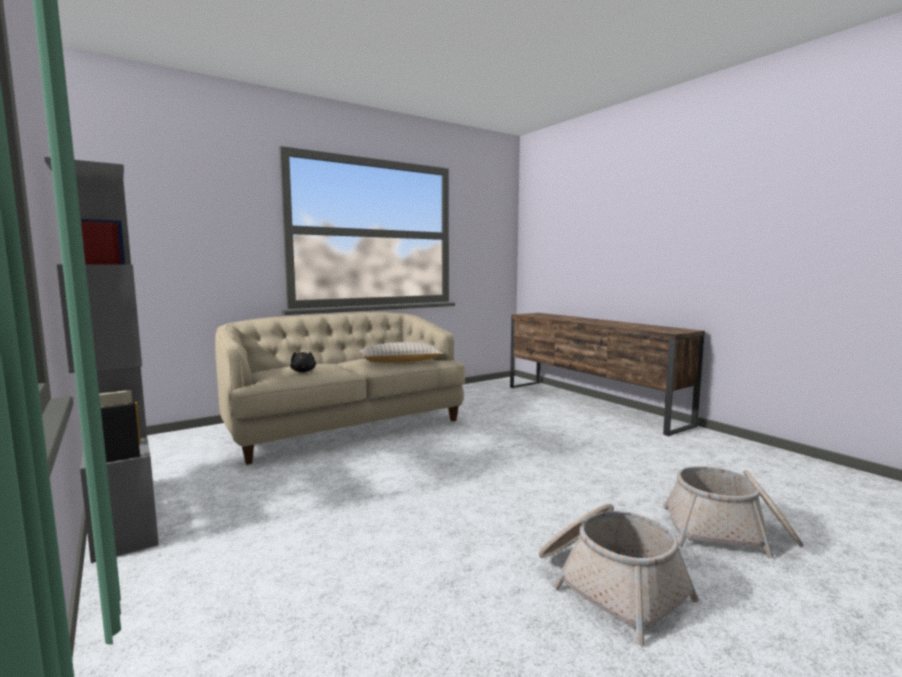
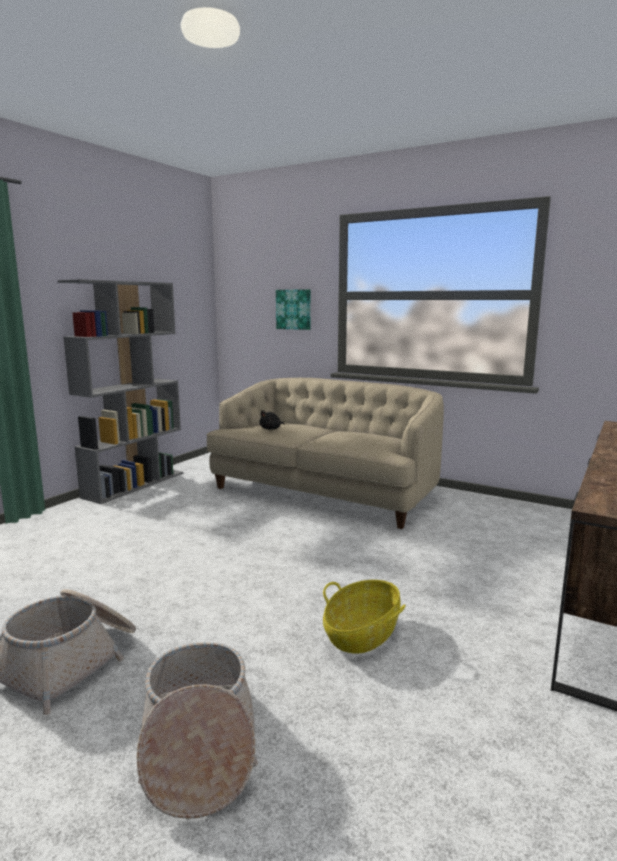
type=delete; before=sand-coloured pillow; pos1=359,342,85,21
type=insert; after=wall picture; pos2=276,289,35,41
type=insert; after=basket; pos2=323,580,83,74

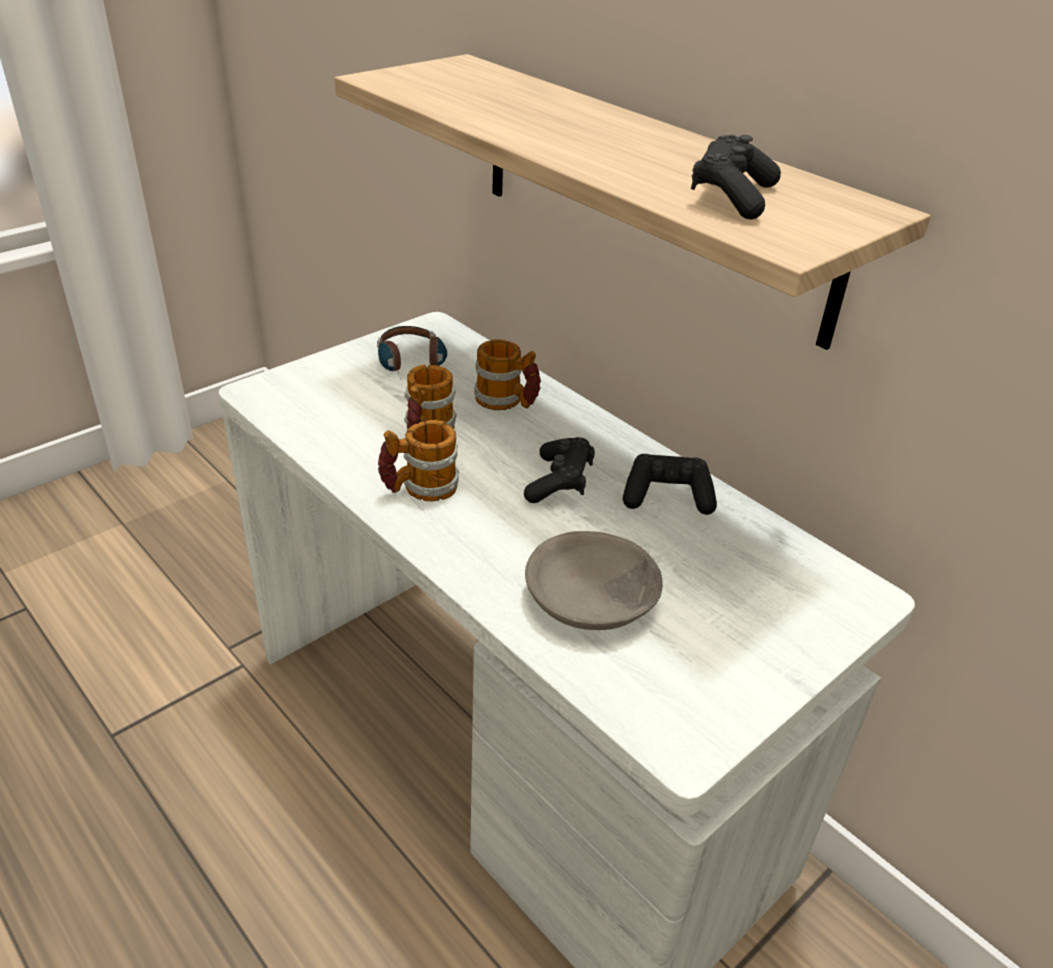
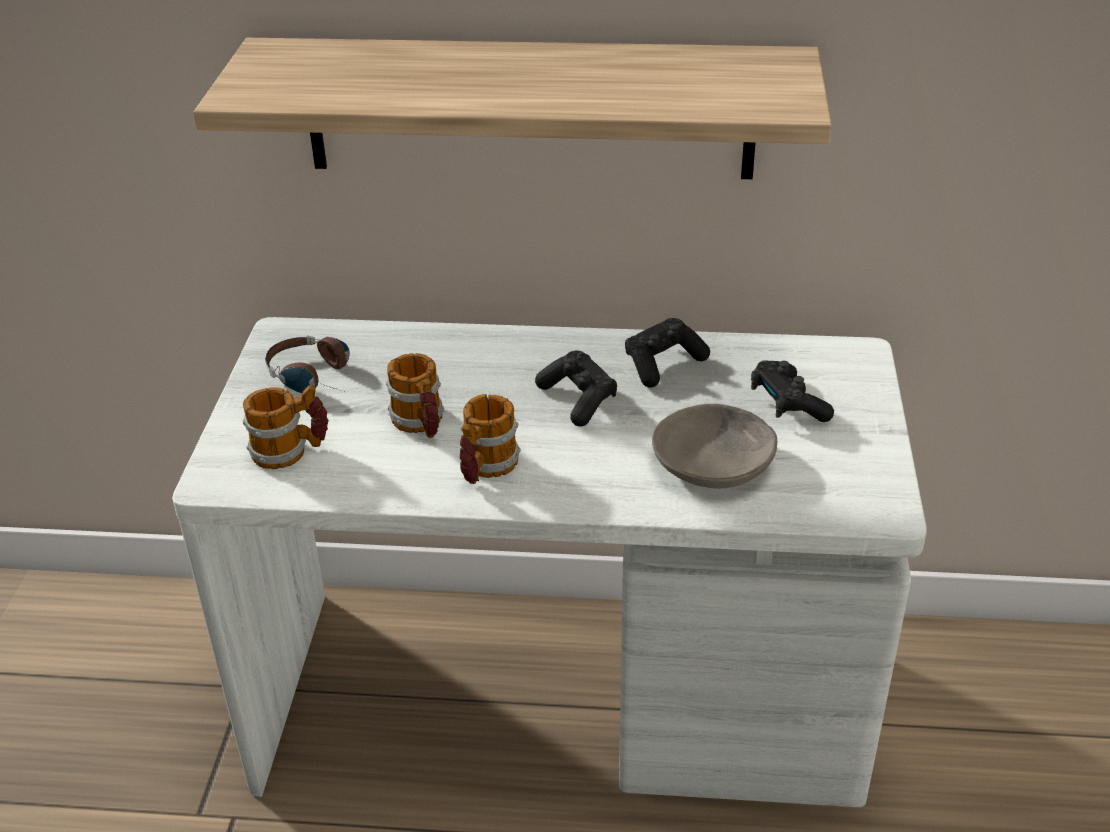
type=move; before=coffee mug; pos1=474,339,67,71; pos2=243,385,86,84
type=move; before=black-coloured joypad; pos1=691,135,90,85; pos2=751,360,83,62

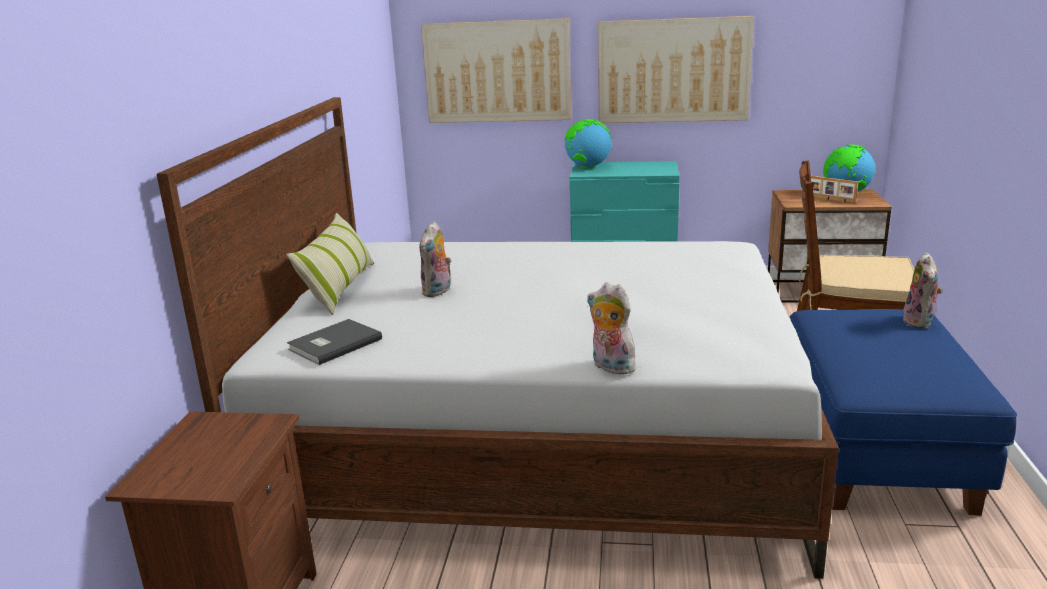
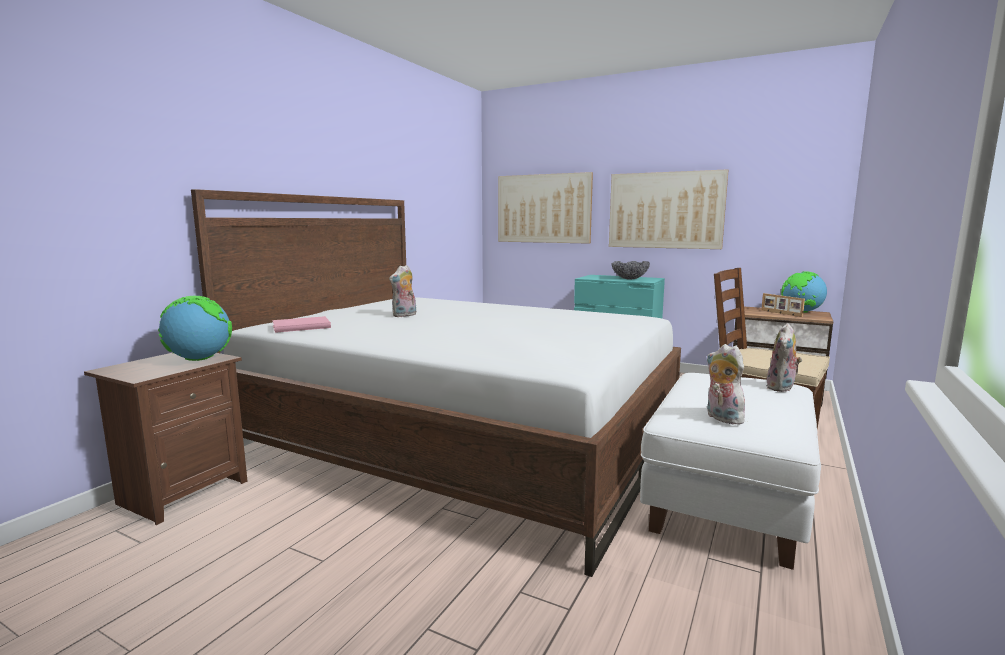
type=delete; before=pillow; pos1=286,212,88,103
type=insert; after=deep dish; pos2=611,261,39,19
type=move; before=globe; pos1=565,119,46,49; pos2=158,296,74,65
type=move; before=cuddly toy; pos1=587,282,49,93; pos2=707,344,38,80
type=recolor; before=greyish volume; after=pinkish volume; pos1=287,319,95,46; pos2=272,316,59,17
type=recolor; before=blue footrest; after=white footrest; pos1=790,309,227,207; pos2=640,373,181,197

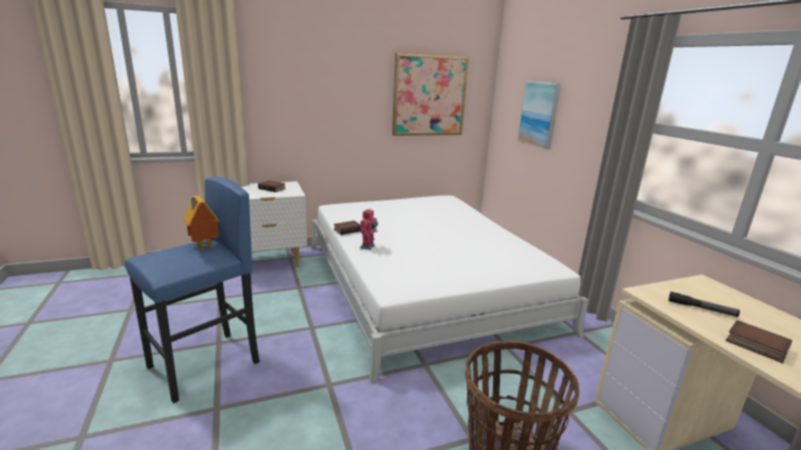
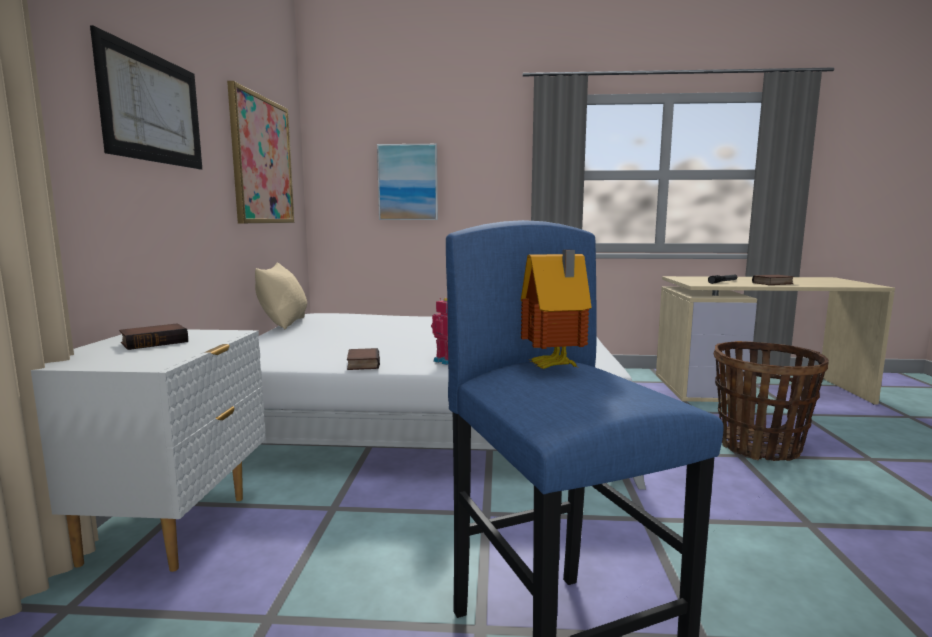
type=insert; after=wall picture; pos2=90,25,112,144
type=insert; after=sand-coloured pillow; pos2=255,262,52,67

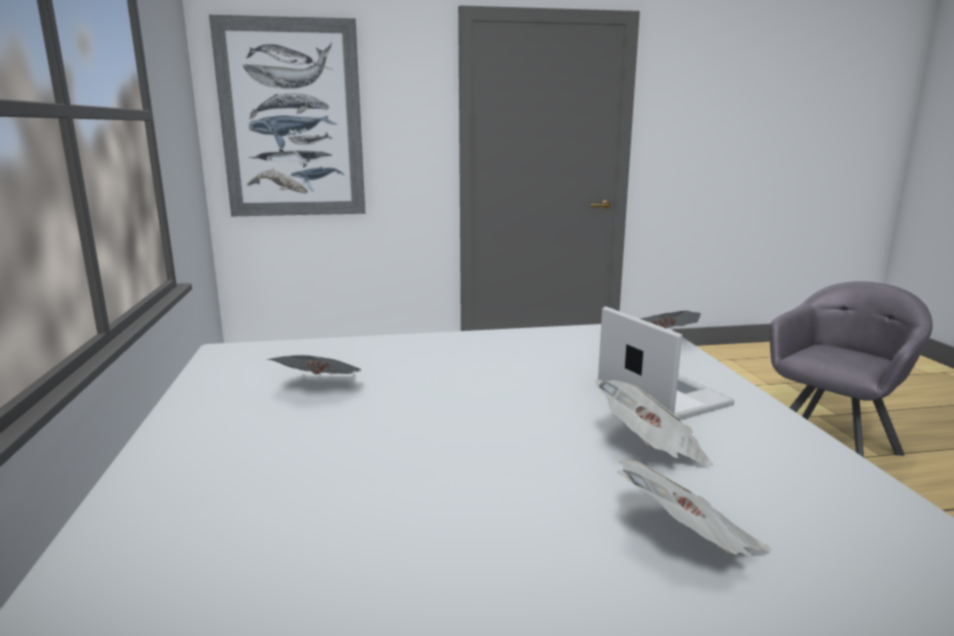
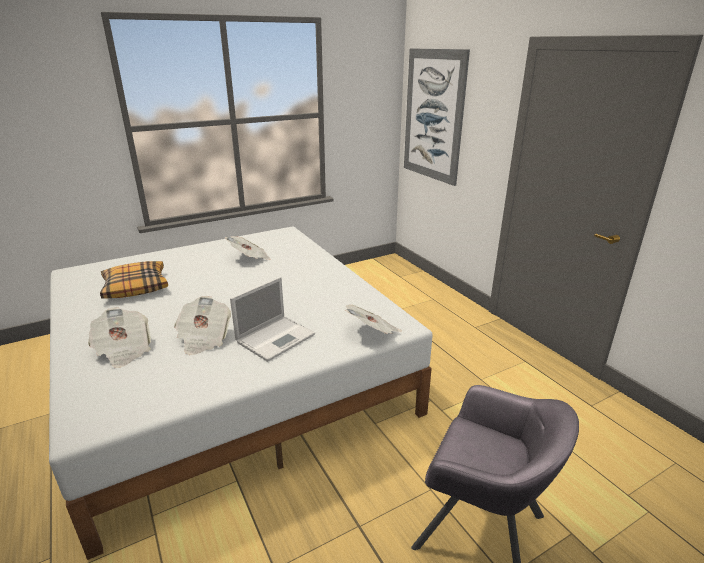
type=insert; after=pillow; pos2=100,261,68,38

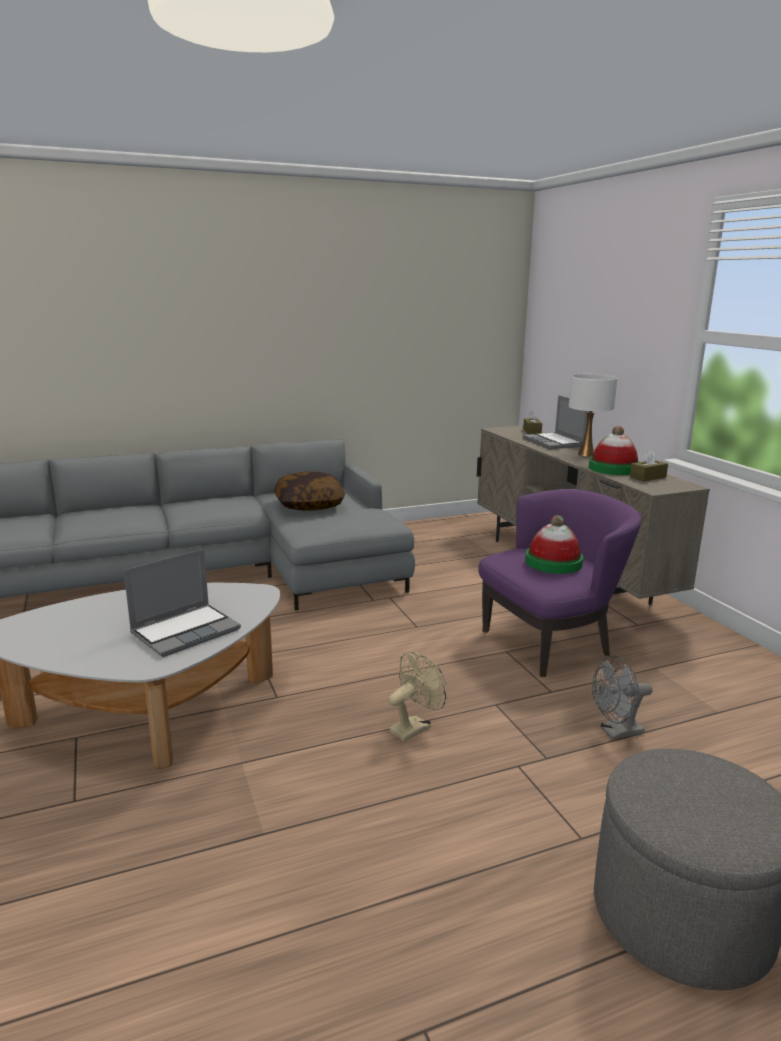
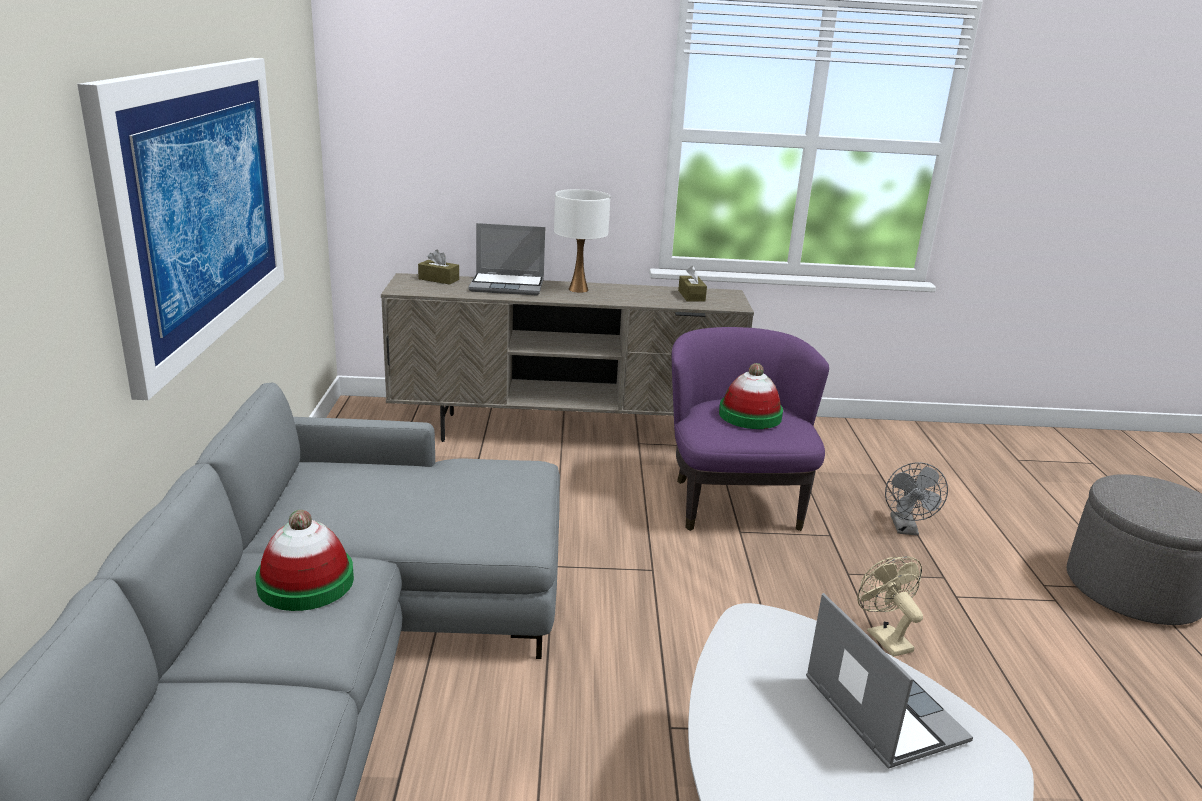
type=delete; before=pillow; pos1=274,471,71,40
type=insert; after=wall picture; pos2=77,58,207,342
type=move; before=clothing hat; pos1=589,426,50,49; pos2=255,510,99,101

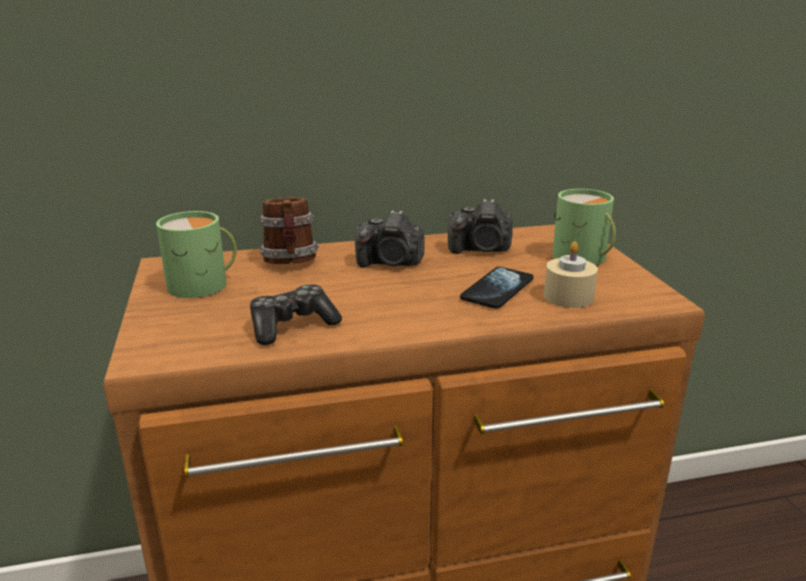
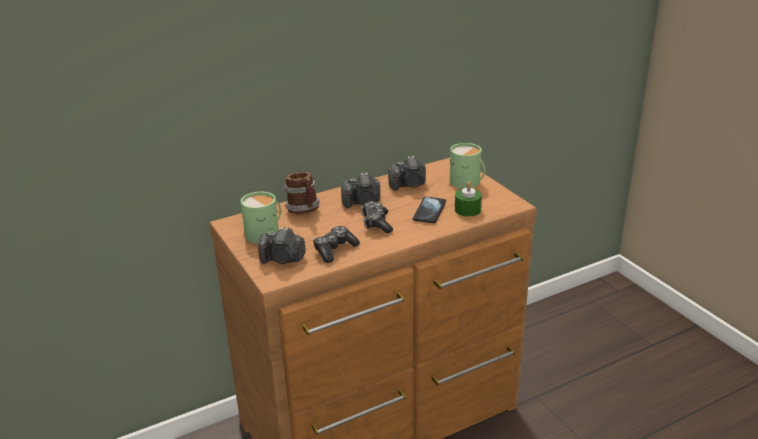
type=insert; after=photo camera; pos2=258,227,48,37
type=insert; after=joypad; pos2=361,201,32,32
type=recolor; before=sand-coloured candle; after=green-coloured candle; pos1=544,241,54,67; pos2=455,182,27,35

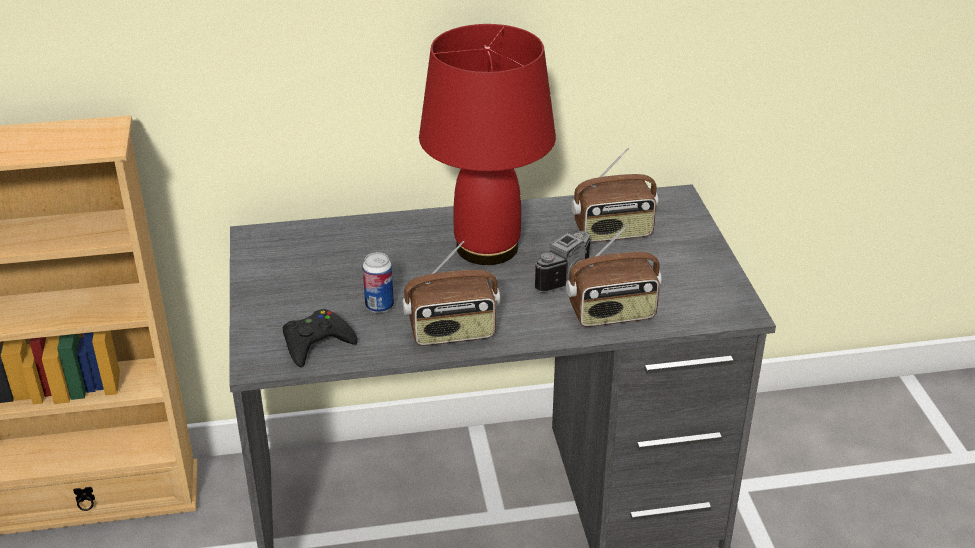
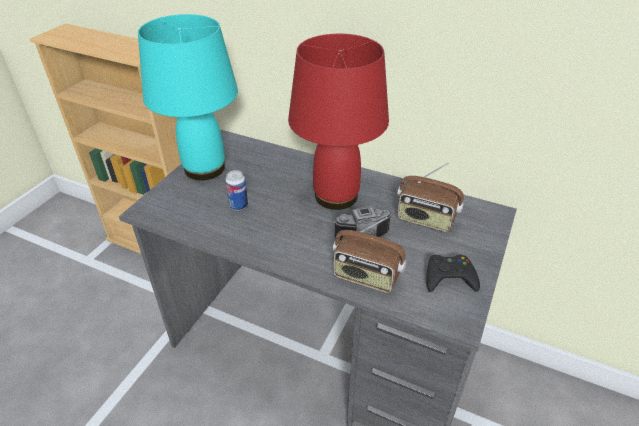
type=delete; before=radio set; pos1=402,241,98,105
type=insert; after=turquoise table lamp; pos2=138,14,100,166
type=move; before=black-coloured joypad; pos1=283,309,75,59; pos2=426,255,54,37

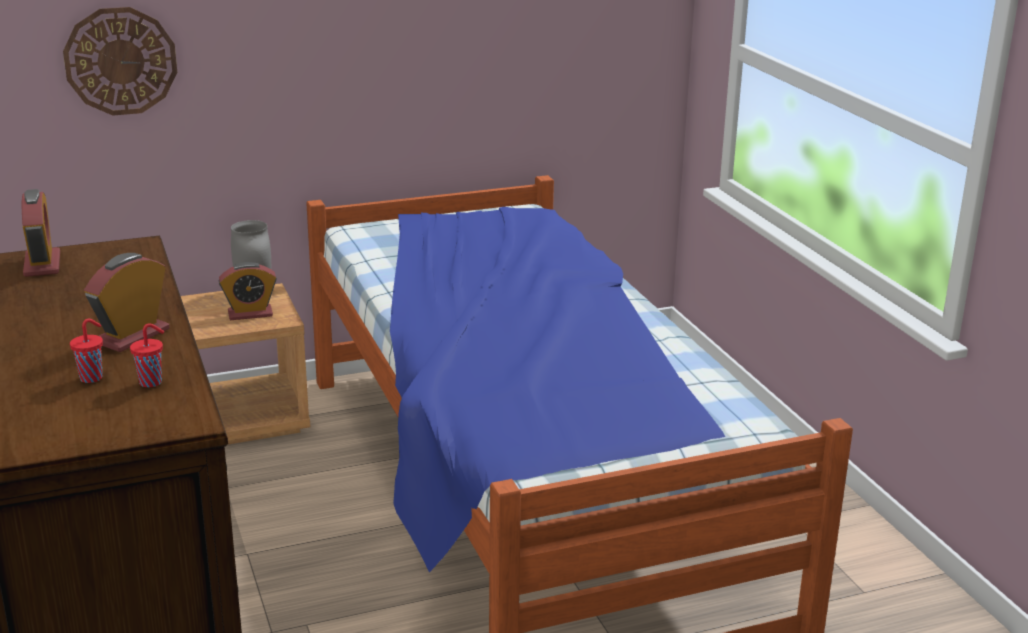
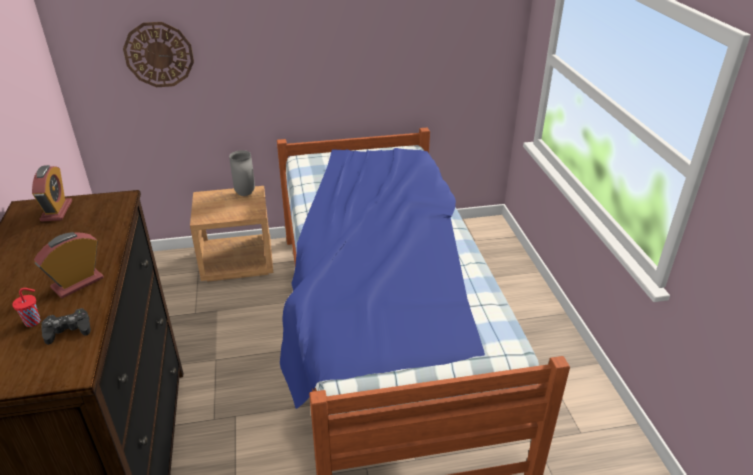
type=delete; before=table clock; pos1=219,262,58,58
type=replace; before=red-coloured cup; after=black-coloured joypad; pos1=130,323,34,64; pos2=41,308,50,37

